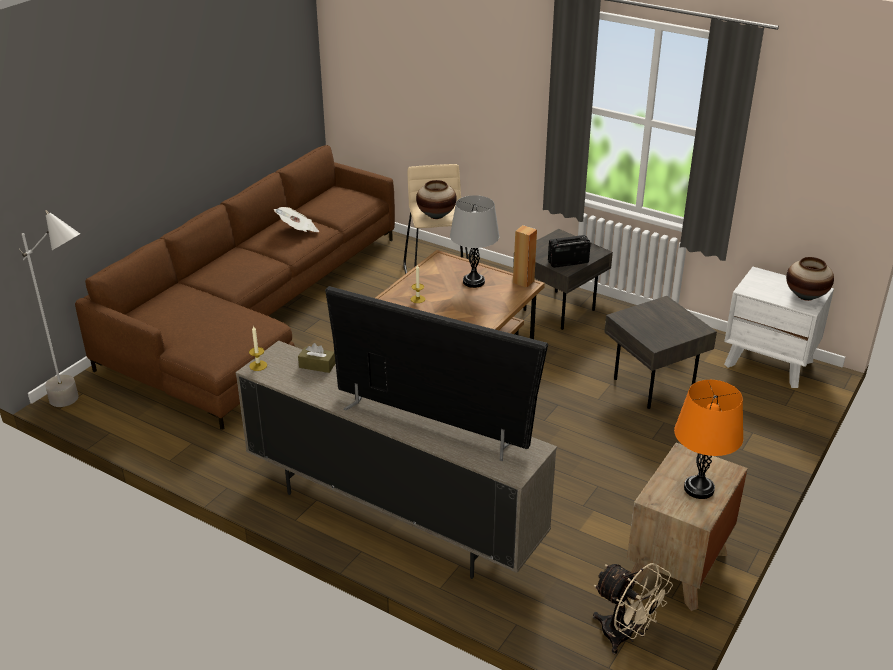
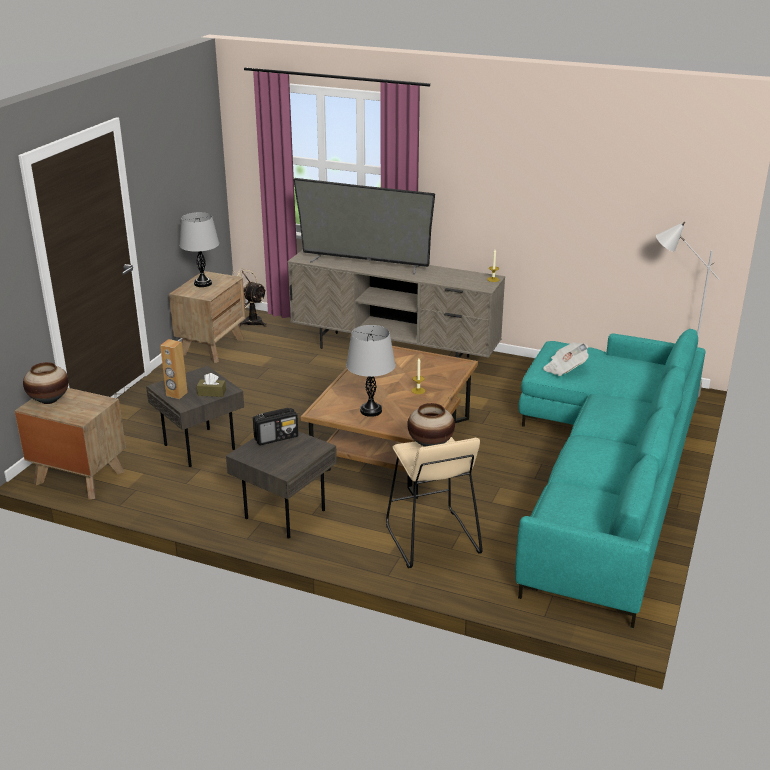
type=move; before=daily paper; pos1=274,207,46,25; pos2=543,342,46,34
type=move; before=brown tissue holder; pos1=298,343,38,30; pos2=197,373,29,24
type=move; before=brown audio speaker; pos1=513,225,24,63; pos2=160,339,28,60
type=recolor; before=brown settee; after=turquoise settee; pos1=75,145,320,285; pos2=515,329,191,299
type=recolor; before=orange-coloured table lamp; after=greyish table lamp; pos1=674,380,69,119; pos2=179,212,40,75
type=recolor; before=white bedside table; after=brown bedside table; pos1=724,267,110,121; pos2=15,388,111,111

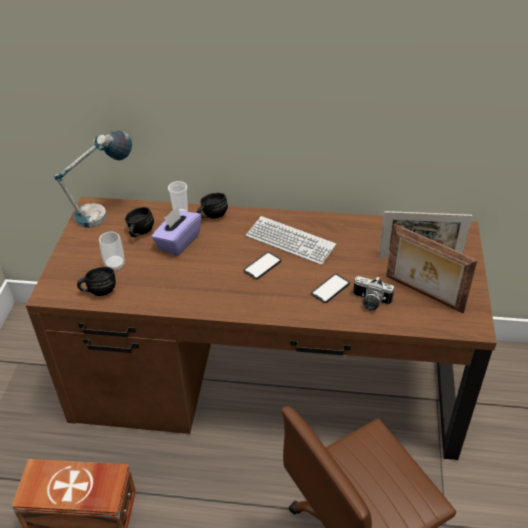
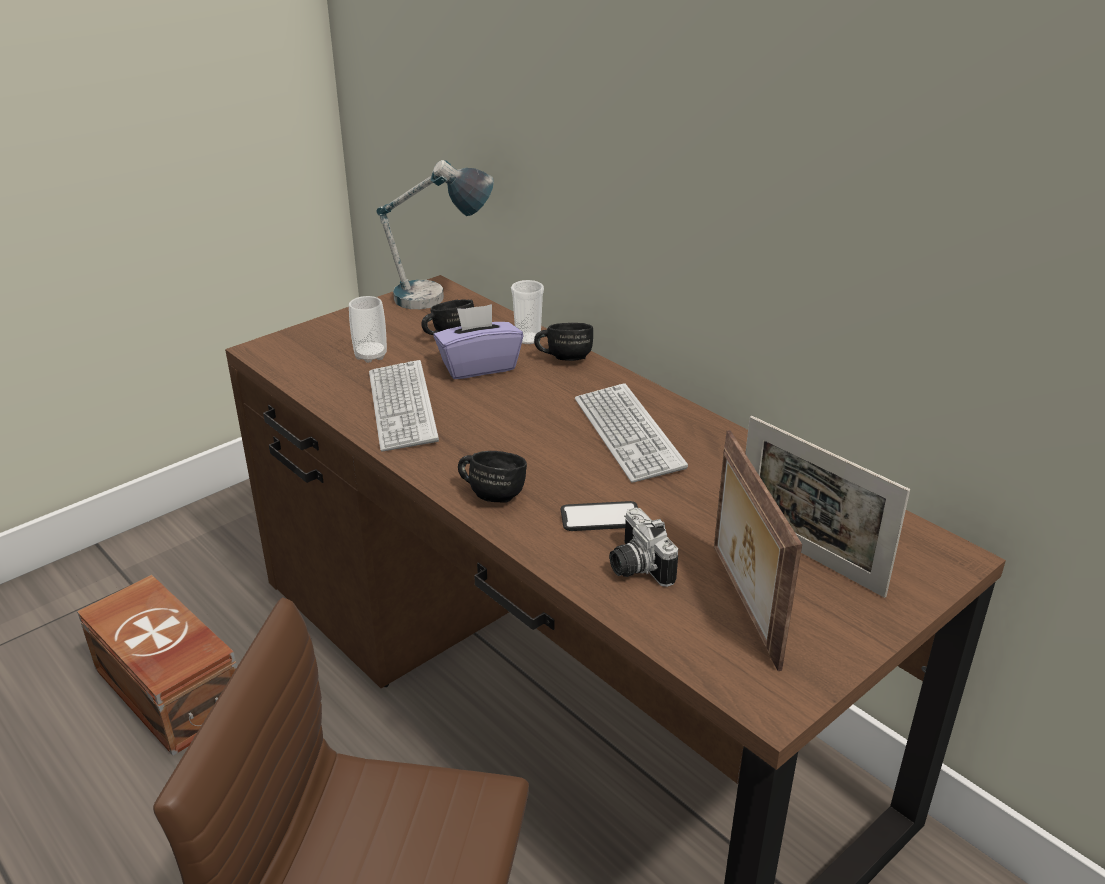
type=delete; before=handset; pos1=243,252,38,27
type=insert; after=PC keyboard; pos2=369,360,70,91
type=move; before=black-coloured coffee mug; pos1=77,267,39,29; pos2=458,451,69,52

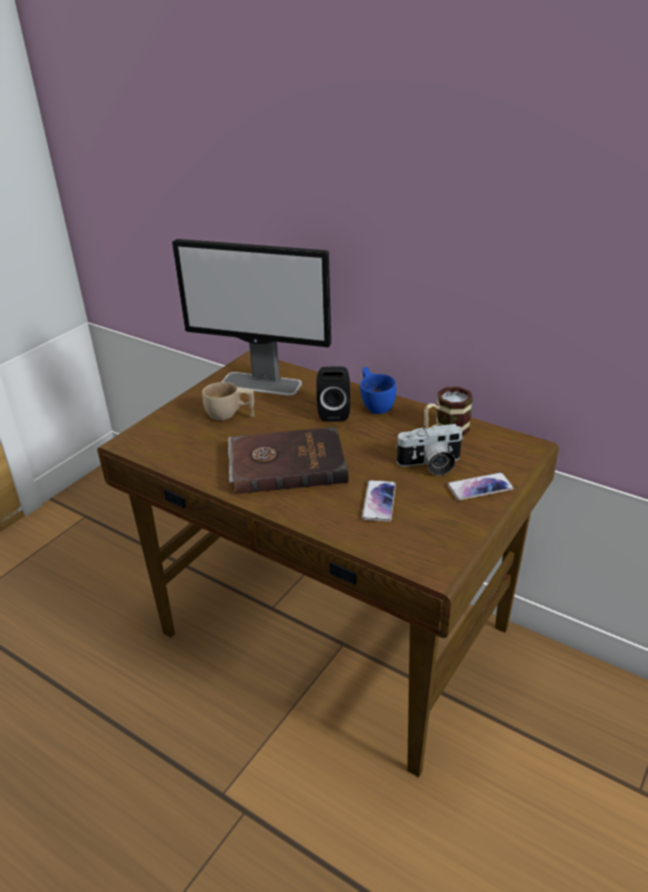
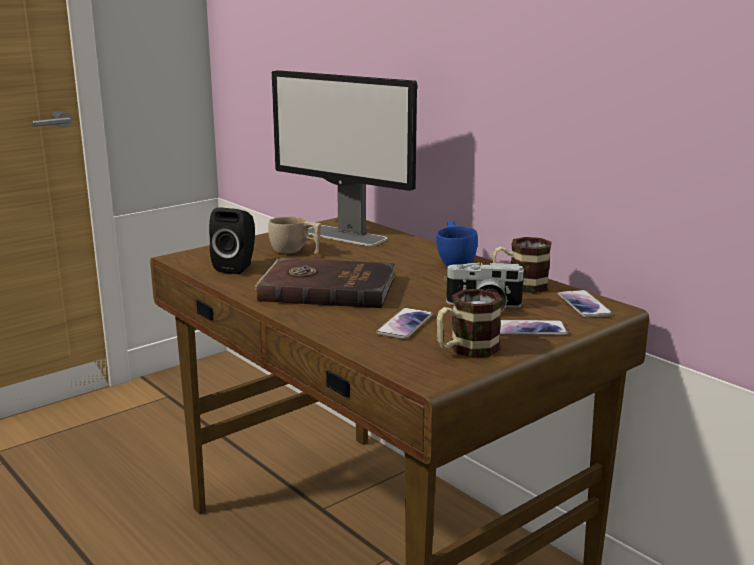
type=insert; after=coffee mug; pos2=437,289,65,69
type=insert; after=handset; pos2=558,290,55,28
type=move; before=black-coloured audio speaker; pos1=316,367,34,55; pos2=209,207,46,67

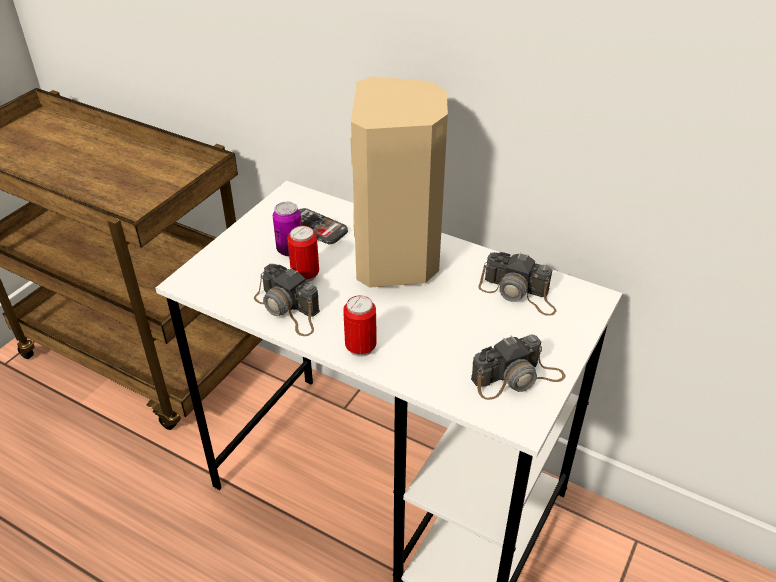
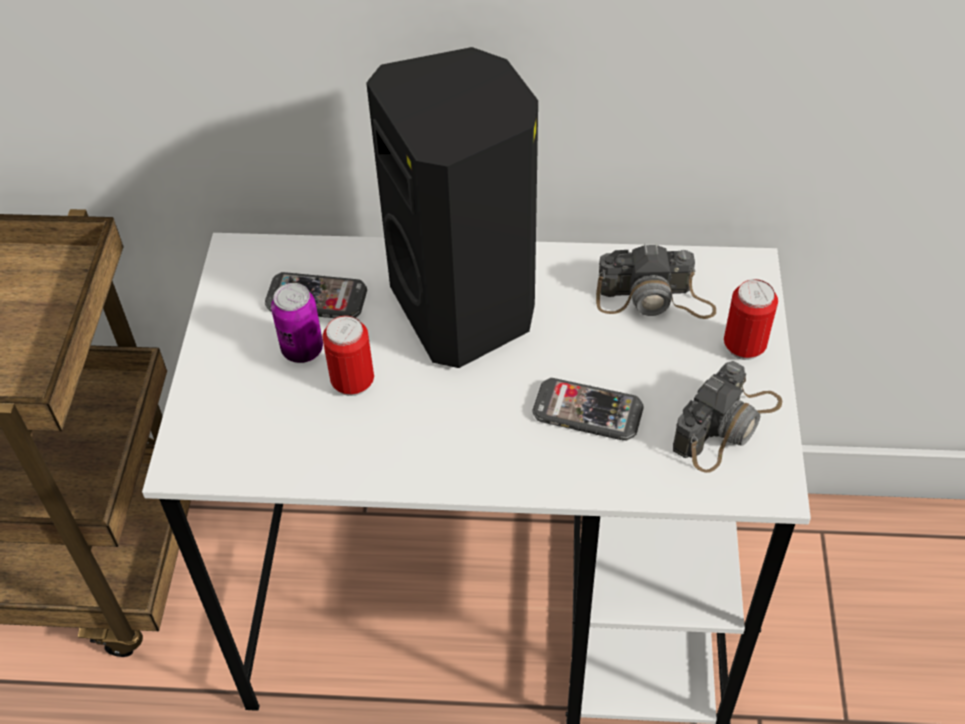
type=delete; before=photo camera; pos1=254,264,66,72
type=insert; after=handset; pos2=533,378,110,63
type=move; before=can; pos1=343,295,34,62; pos2=724,279,54,81
type=recolor; before=sand-coloured audio speaker; after=black-coloured audio speaker; pos1=350,76,98,212; pos2=366,47,172,321

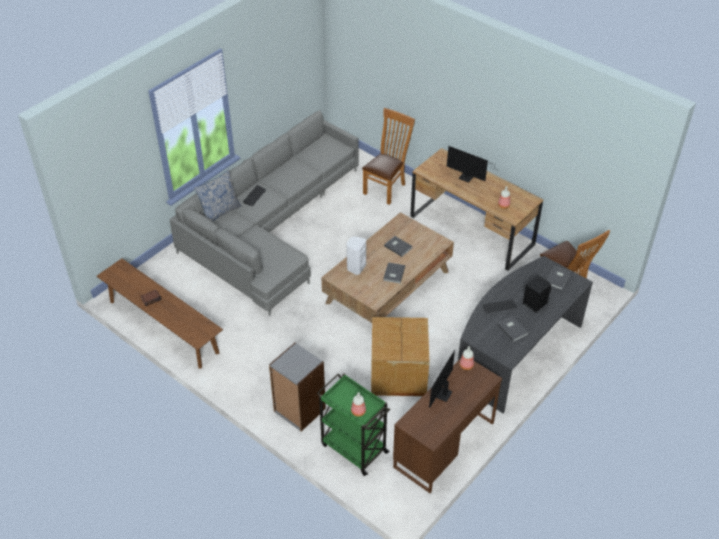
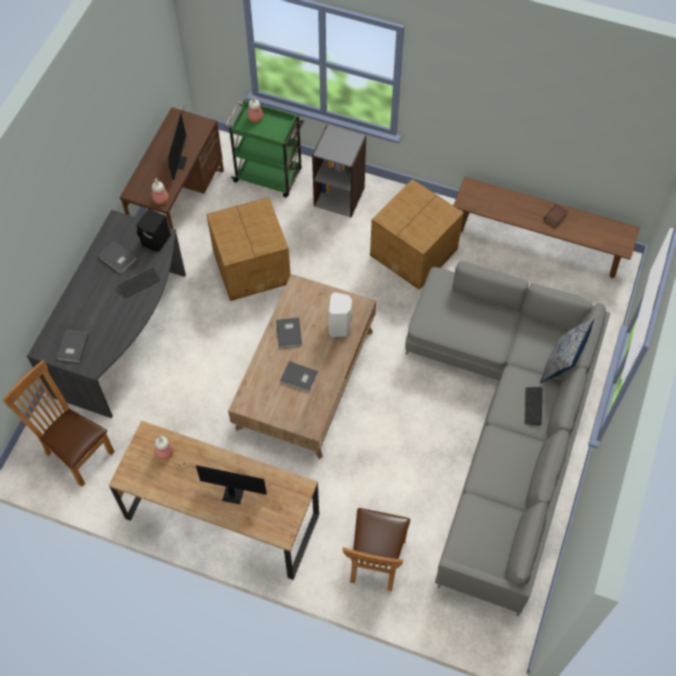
type=insert; after=carton; pos2=370,179,94,111
type=move; before=black-coloured audio speaker; pos1=522,276,29,37; pos2=136,208,35,44

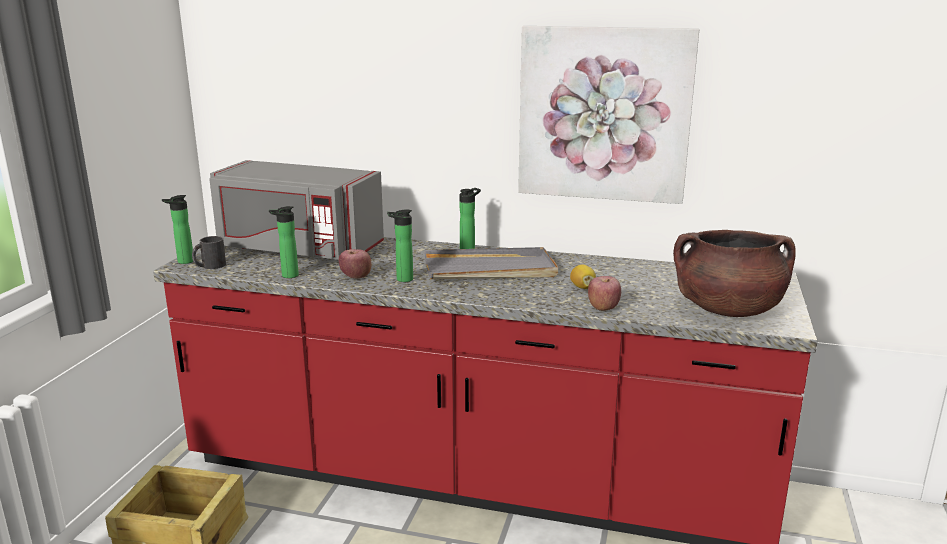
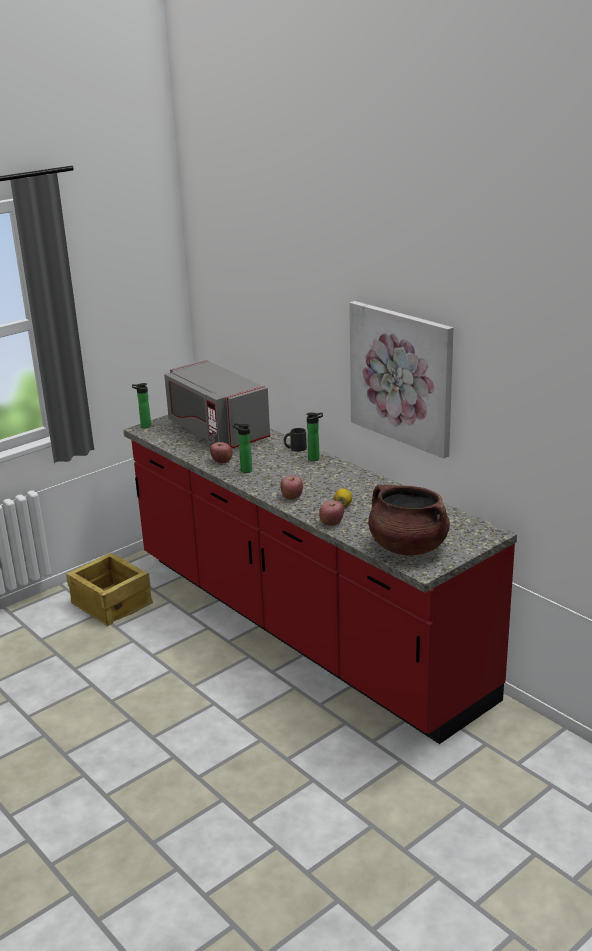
type=delete; before=bottle; pos1=269,206,30,72
type=delete; before=greyish carrying tray; pos1=424,247,134,32
type=insert; after=whole apple; pos2=280,475,23,25
type=move; before=black-coloured coffee mug; pos1=192,236,34,33; pos2=284,428,23,24

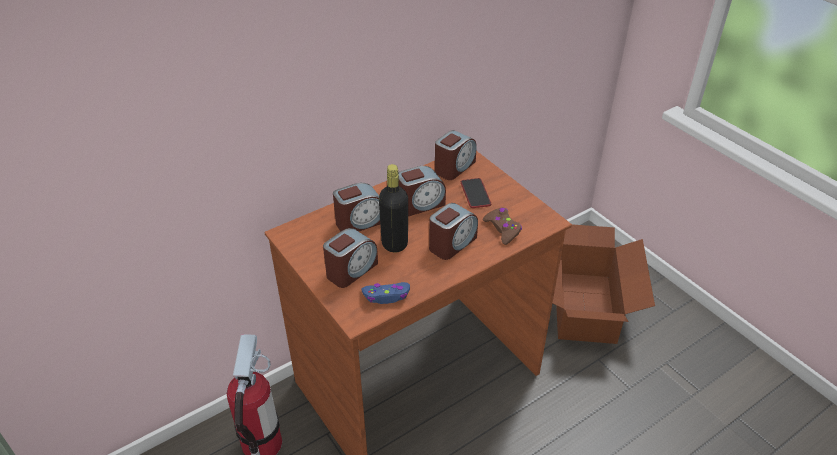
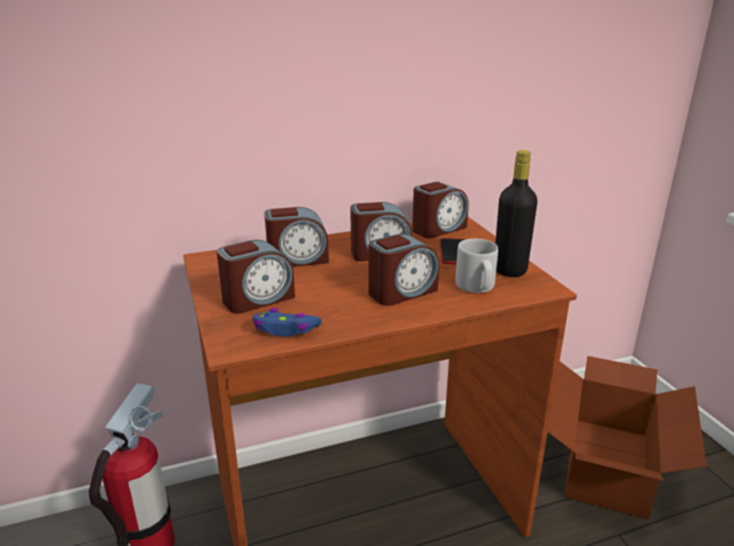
type=move; before=black-coloured bottle; pos1=379,164,29,89; pos2=495,150,43,127
type=replace; before=brown joypad; after=greyish coffee mug; pos1=483,207,39,38; pos2=455,239,43,54

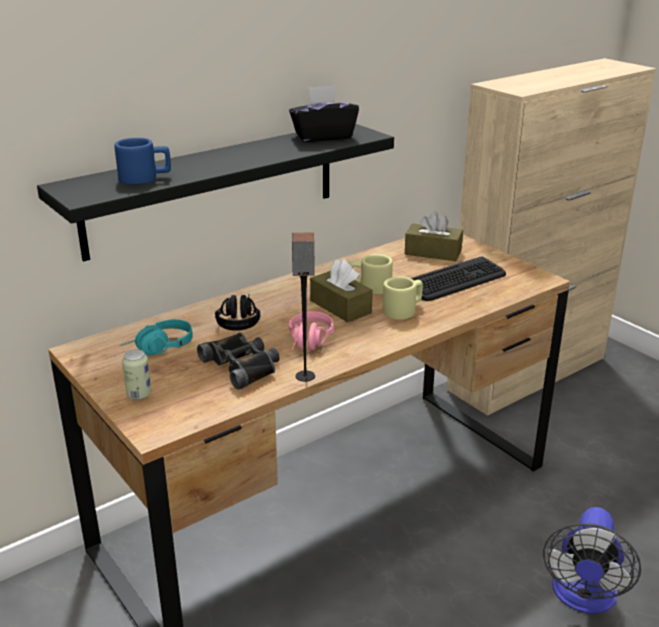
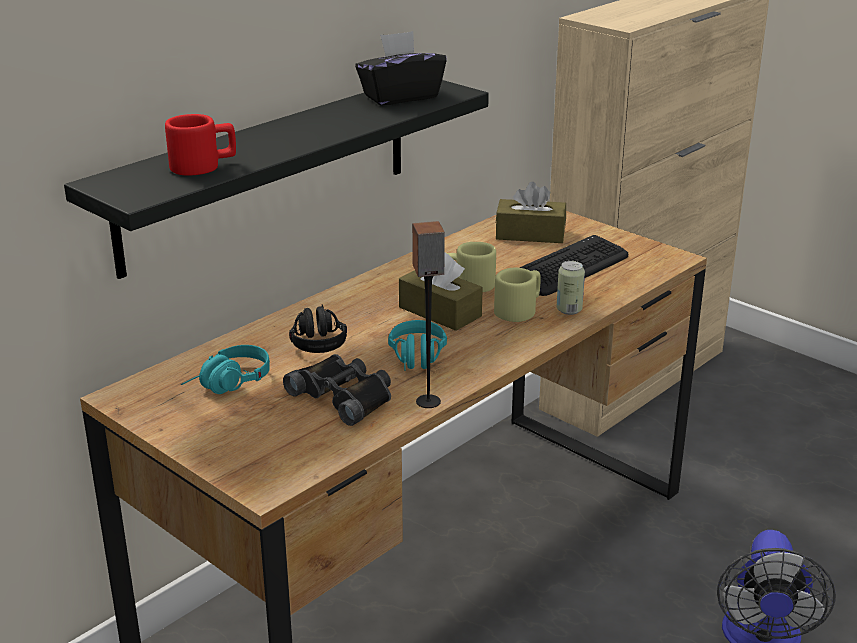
type=move; before=can; pos1=122,349,29,51; pos2=557,261,28,54
type=recolor; before=blue coffee mug; after=red-coloured coffee mug; pos1=114,138,57,47; pos2=165,114,71,62
type=recolor; before=pinkish headset; after=turquoise headset; pos1=288,311,46,39; pos2=388,320,59,51

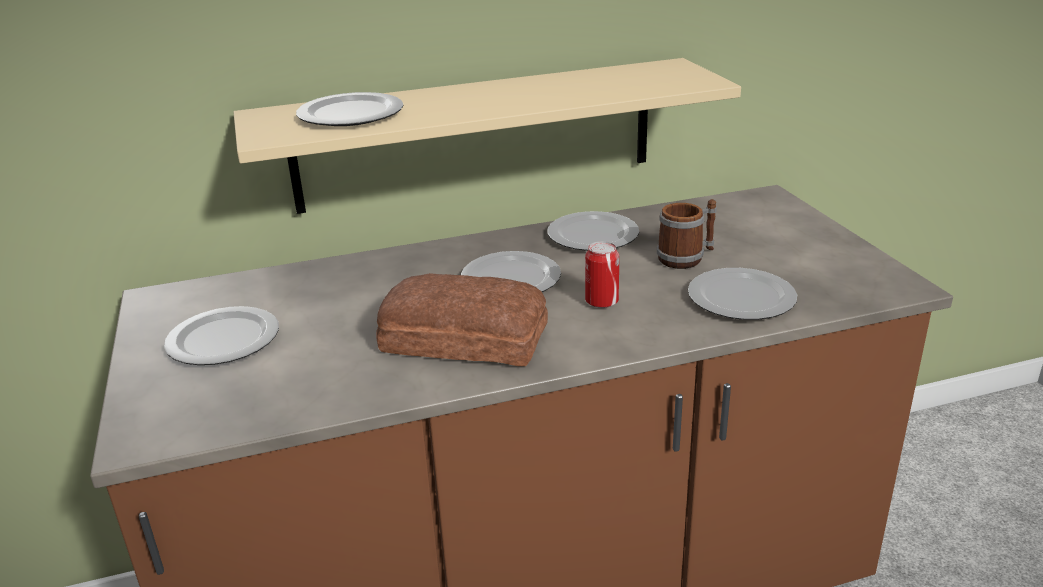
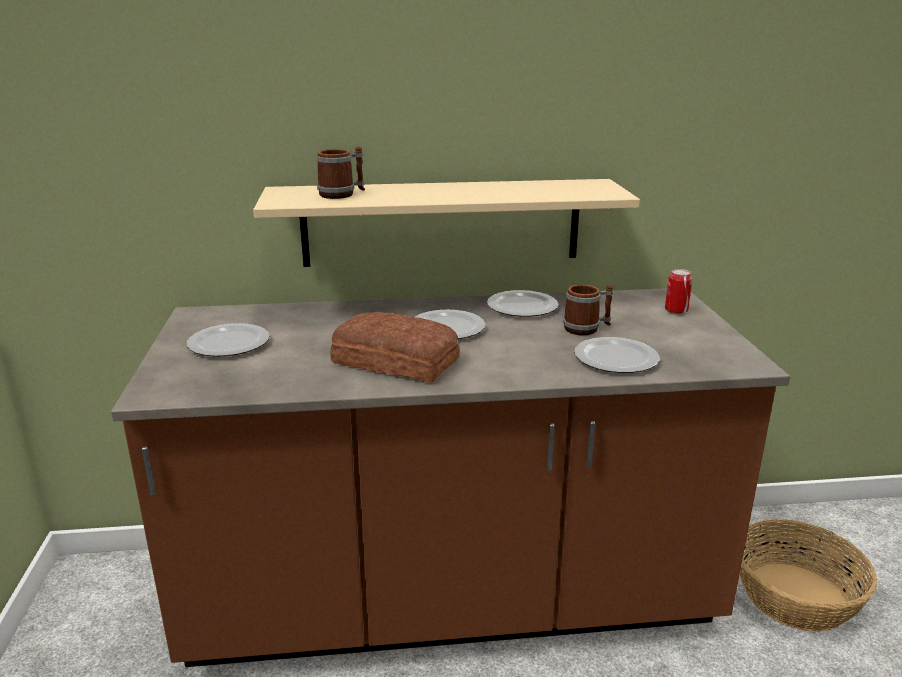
type=insert; after=basket; pos2=740,519,137,113
type=move; before=can; pos1=585,241,34,67; pos2=665,269,27,45
type=replace; before=plate; after=coffee mug; pos1=296,92,107,34; pos2=316,146,49,53

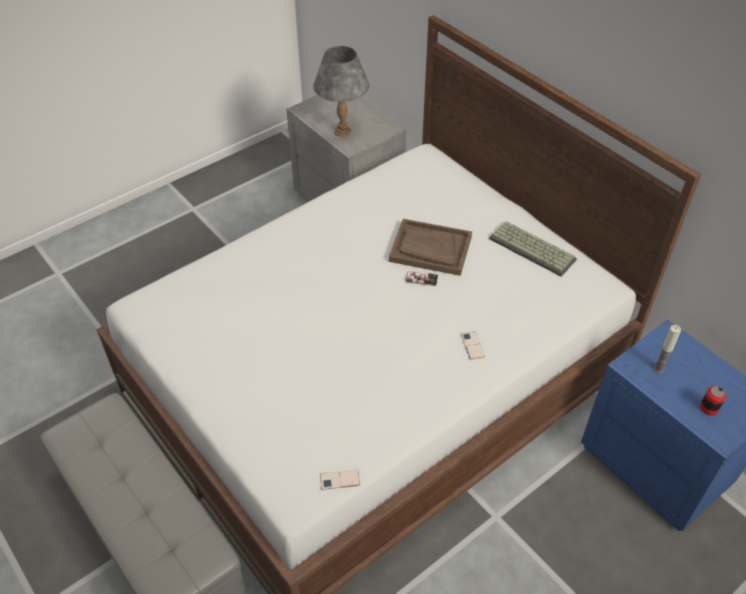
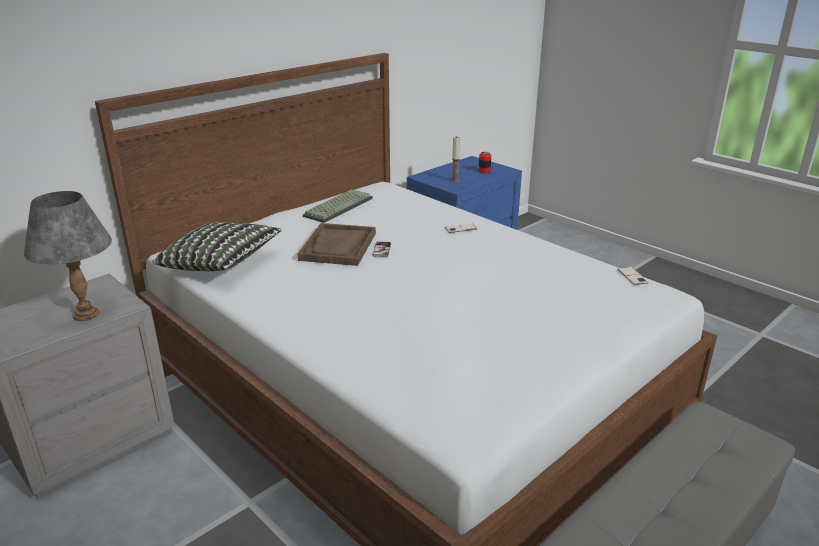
type=insert; after=pillow; pos2=152,222,130,49

